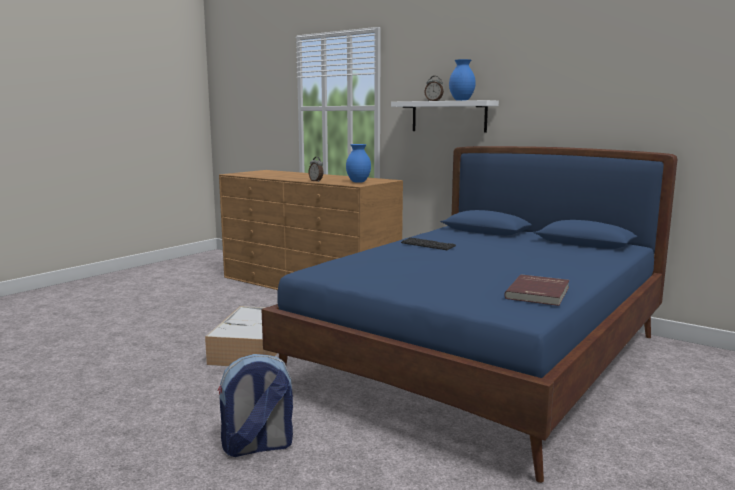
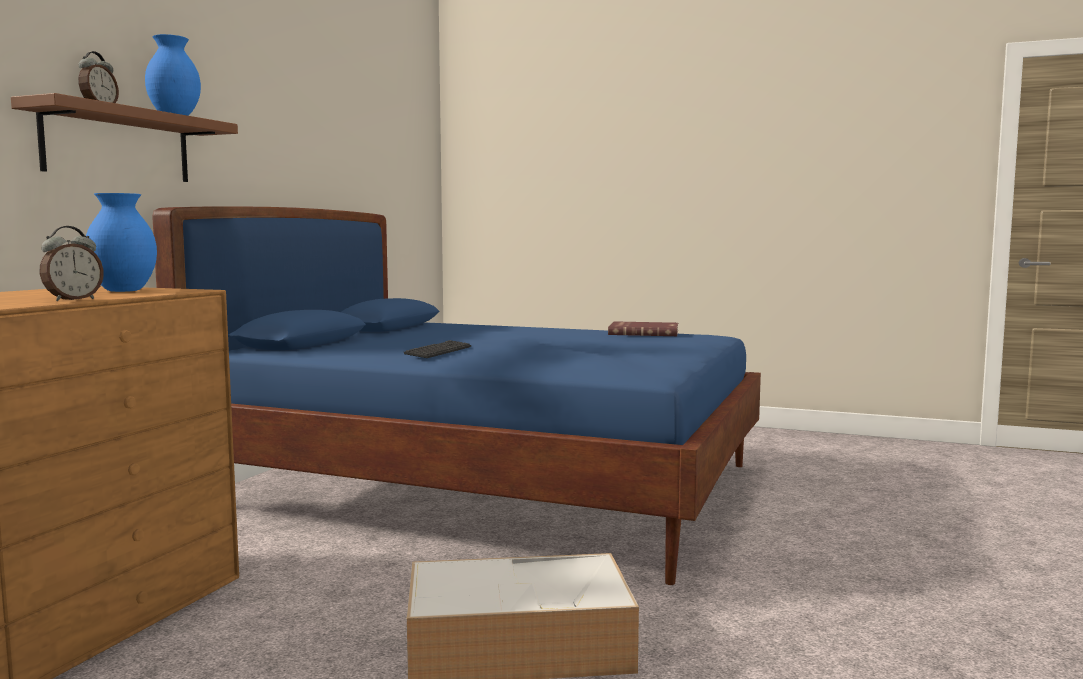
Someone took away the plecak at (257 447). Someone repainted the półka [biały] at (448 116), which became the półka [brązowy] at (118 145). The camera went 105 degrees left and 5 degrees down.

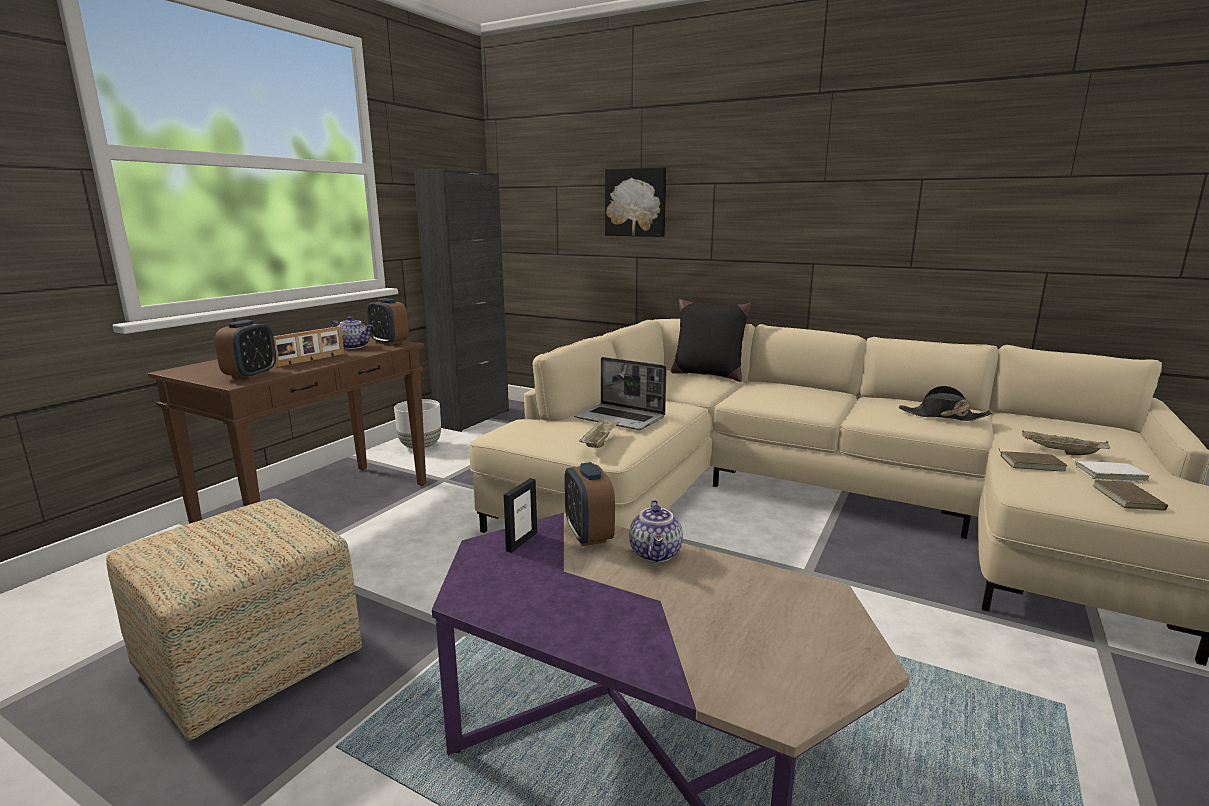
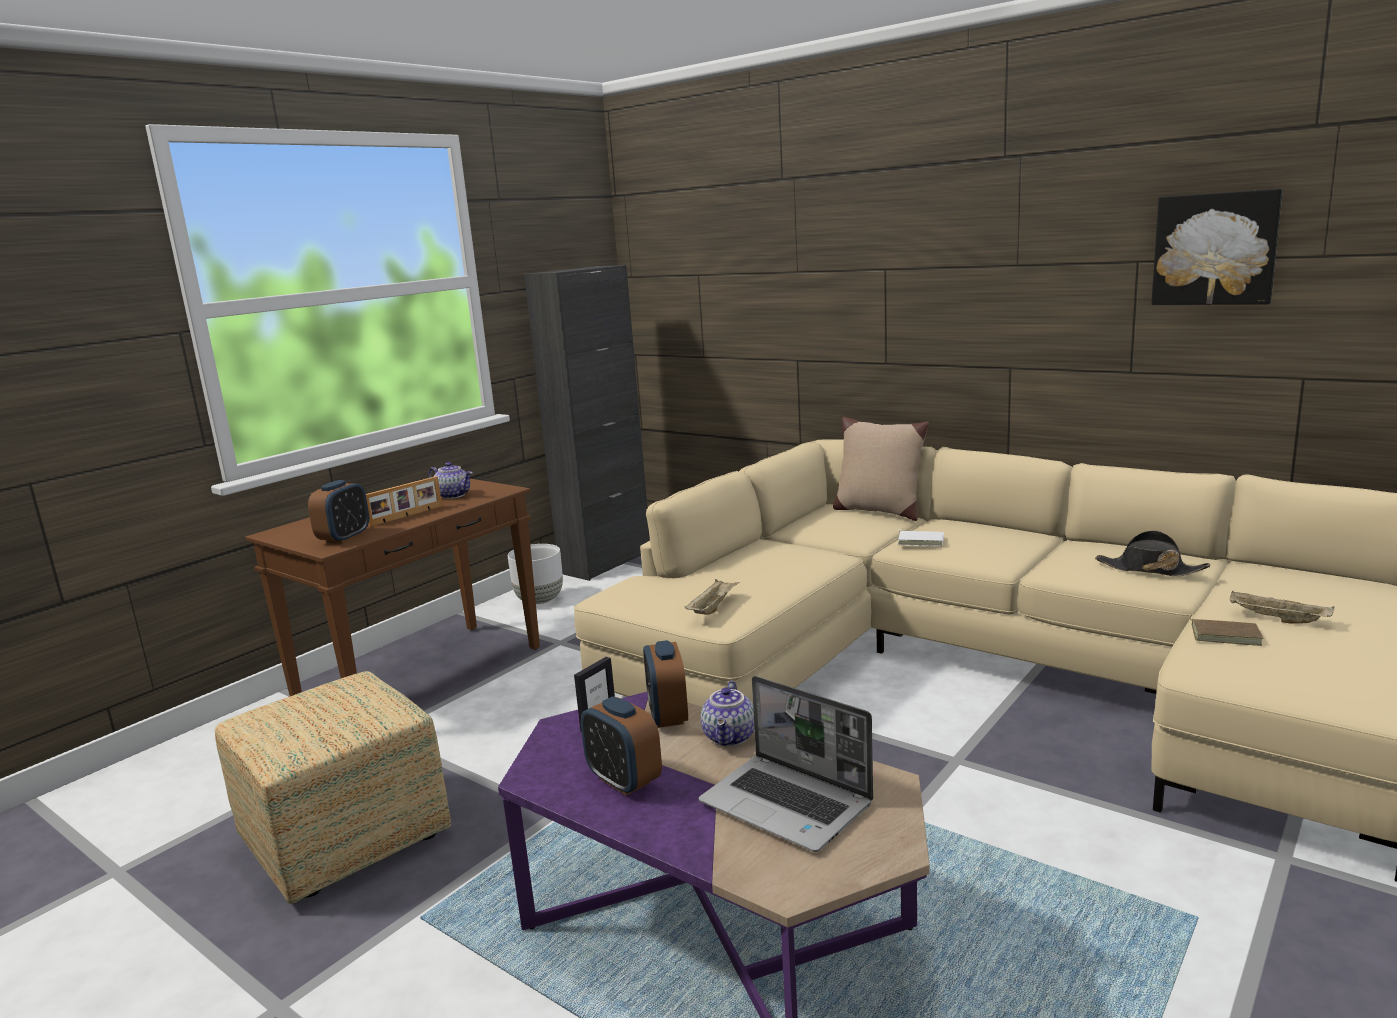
Someone took away the książka [brązowy] at (1130 498). Someone carried the budzik from (389 342) to (624 780). Someone carried the laptop from (621 418) to (788 804). Someone carried the obraz from (636 202) to (1215 249). Someone carried the książka [biały] from (1109 473) to (921 541). Someone repainted the poduszka [czarny] at (707 375), which became the poduszka [beżowy] at (878 511). The camera went 10 degrees right and 0 degrees up.

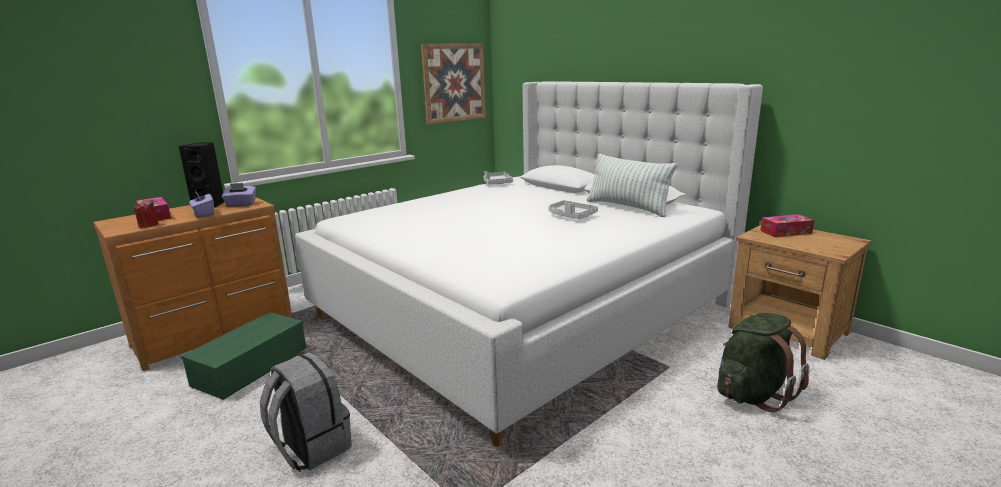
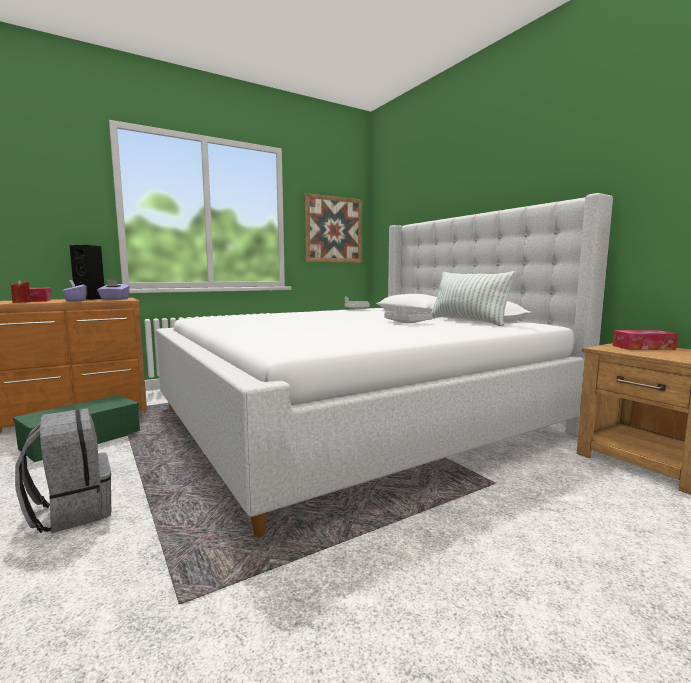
Someone took away the plecak [zielony] at (753 394). The camera went 10 degrees right and 10 degrees down.

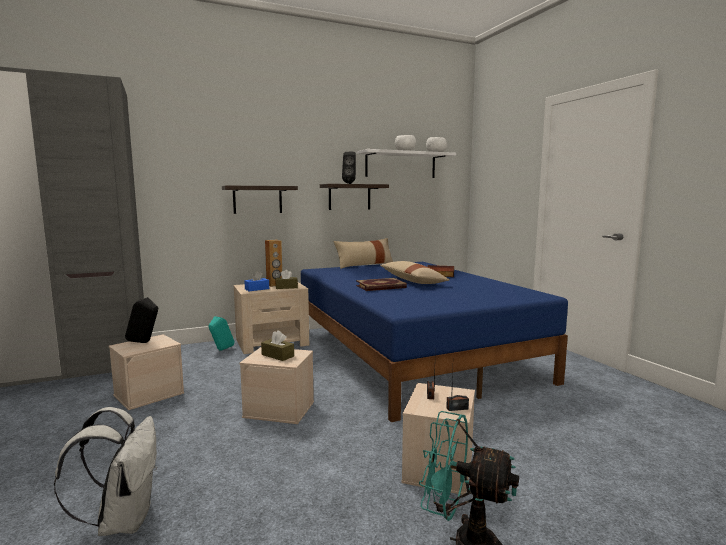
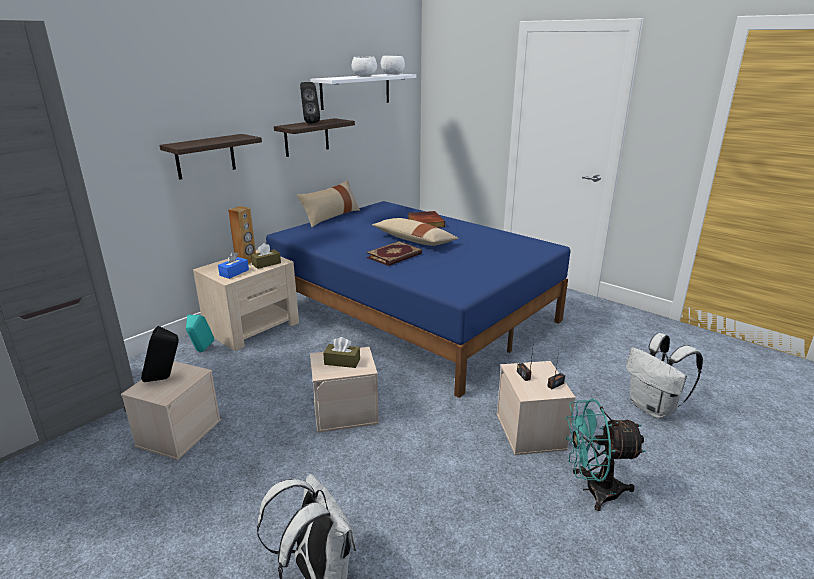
Someone put down the plecak [biały] at (654 408). The camera went 25 degrees left and 15 degrees up.

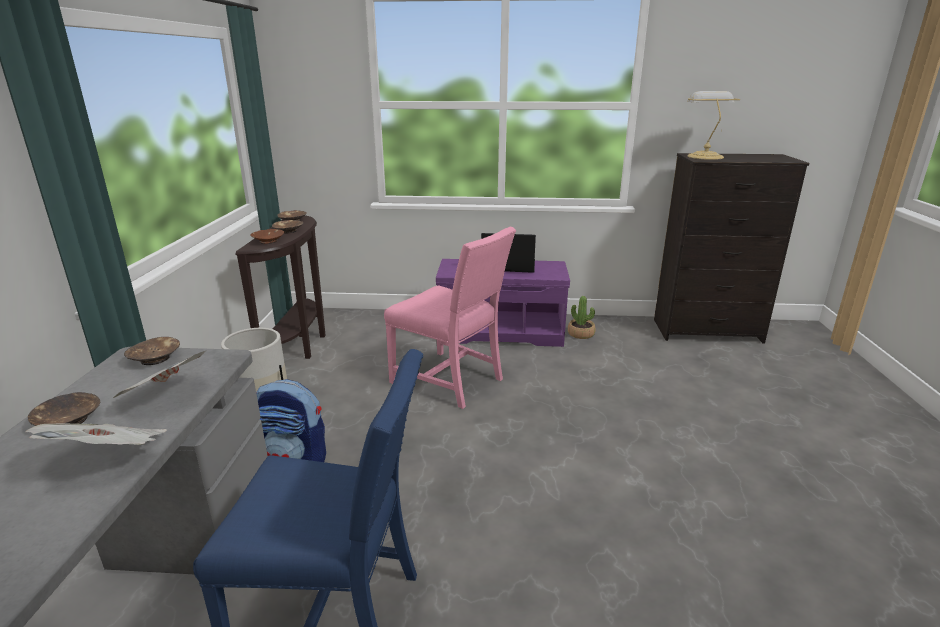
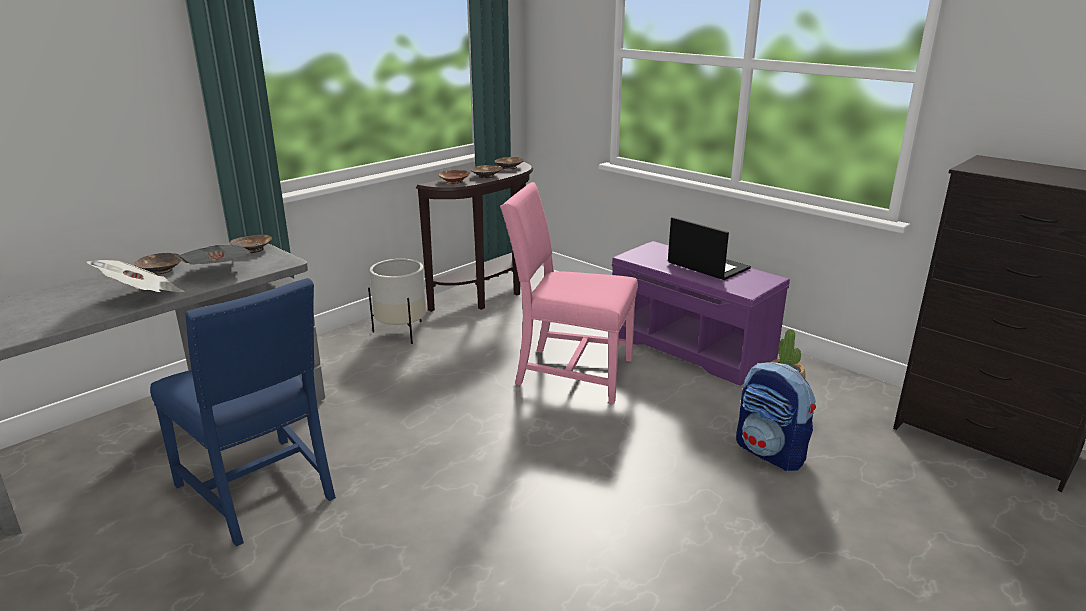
Someone took away the lampa stołowa at (704 156). Someone carried the plecak from (295 459) to (771 453). Someone rotated the krzesło [różowy] at (451 380) by 120 degrees clockwise. The camera went 40 degrees right and 0 degrees up.

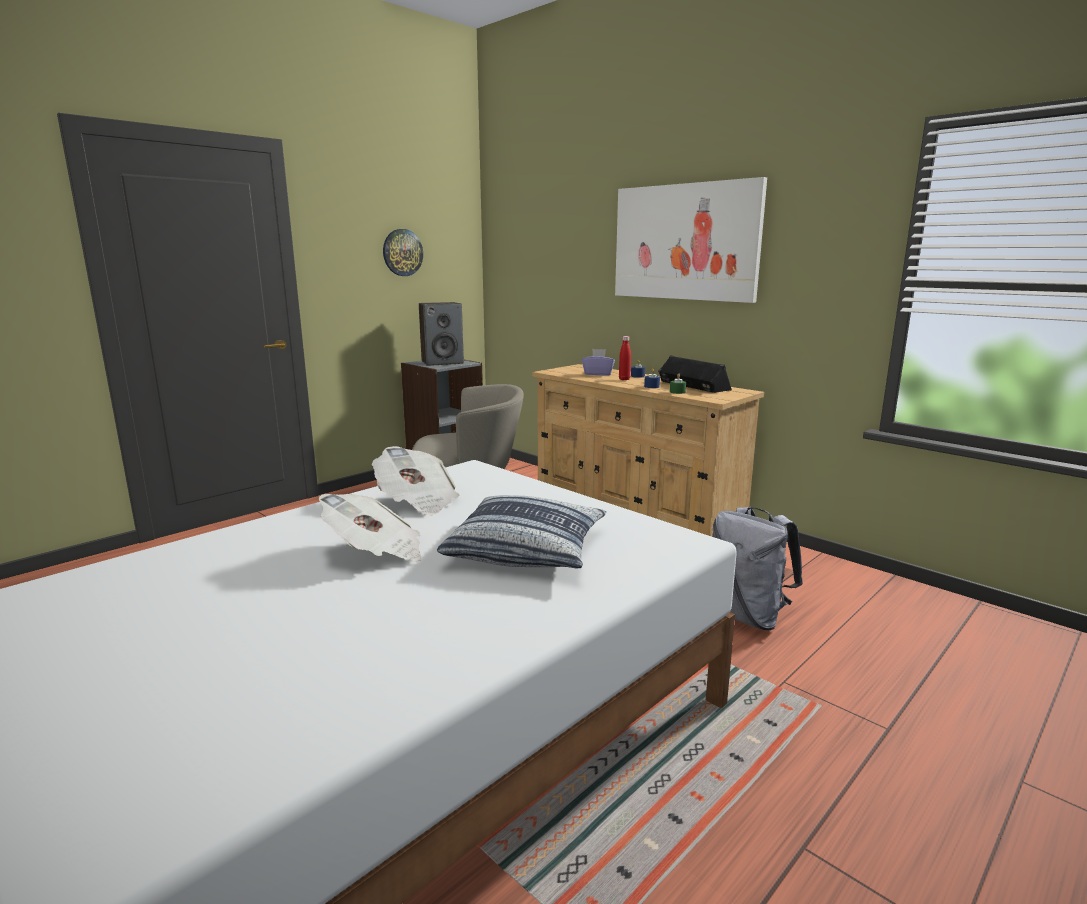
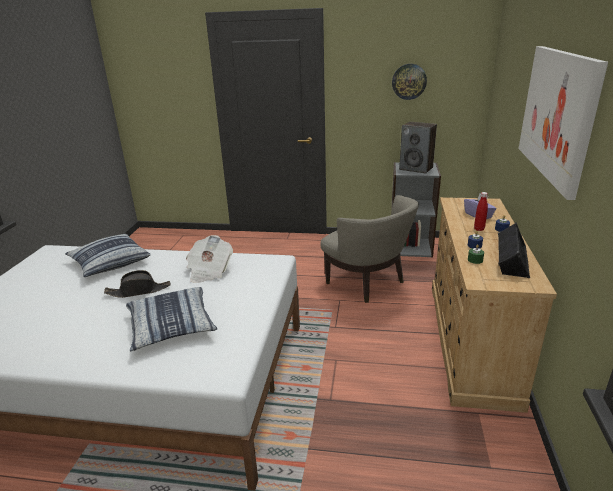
Someone took away the plecak [szary] at (748 616). Someone put down the poduszka at (109 262). Someone swapped the gazeta at (376 552) for the kapelusz [czarny] at (139 291). The camera went 55 degrees right and 10 degrees up.

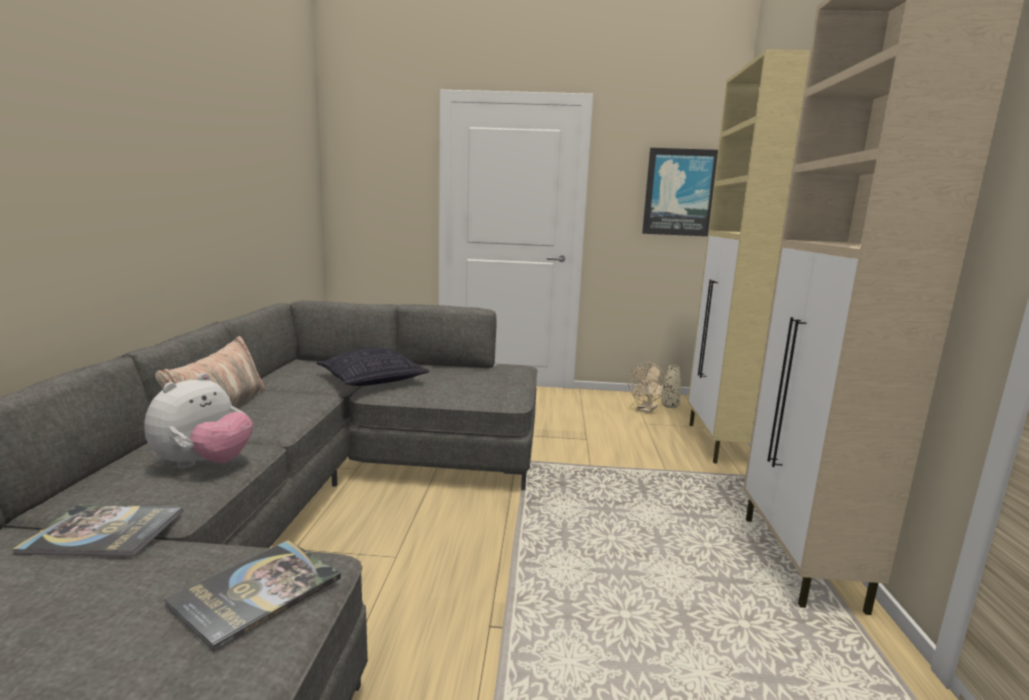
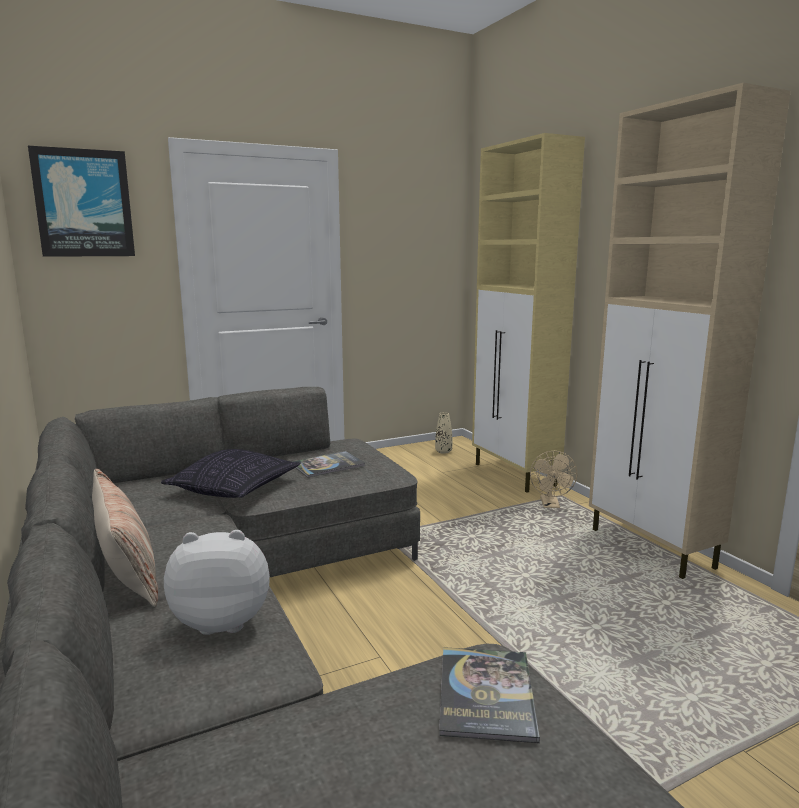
Someone carried the książka from (104 532) to (328 465). Someone carried the wentylator [beżowy] from (646 410) to (551 505). Someone carried the obraz from (680 192) to (84 203). Someone rotated the pluszak at (204 464) by 90 degrees counterclockwise. The camera went 30 degrees left and 0 degrees up.

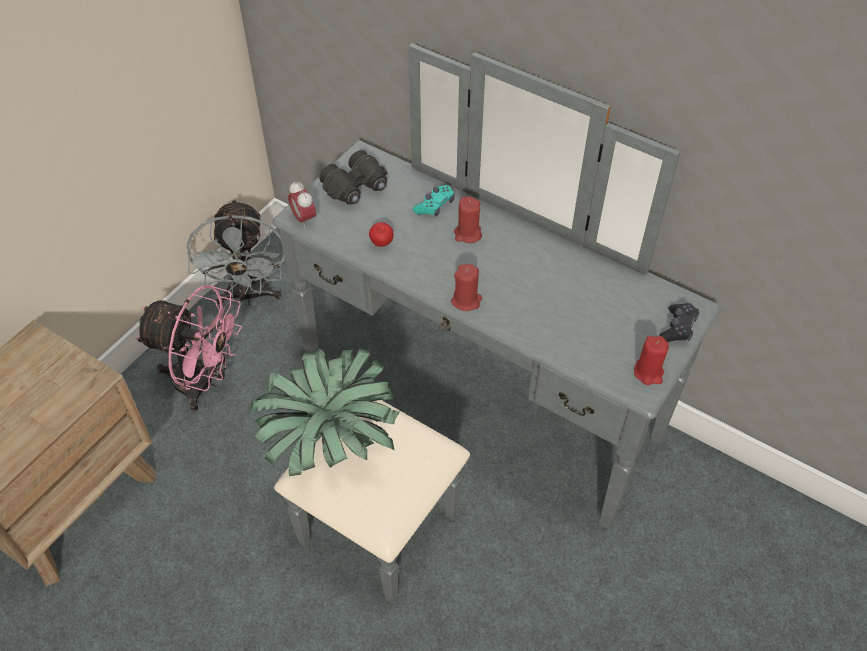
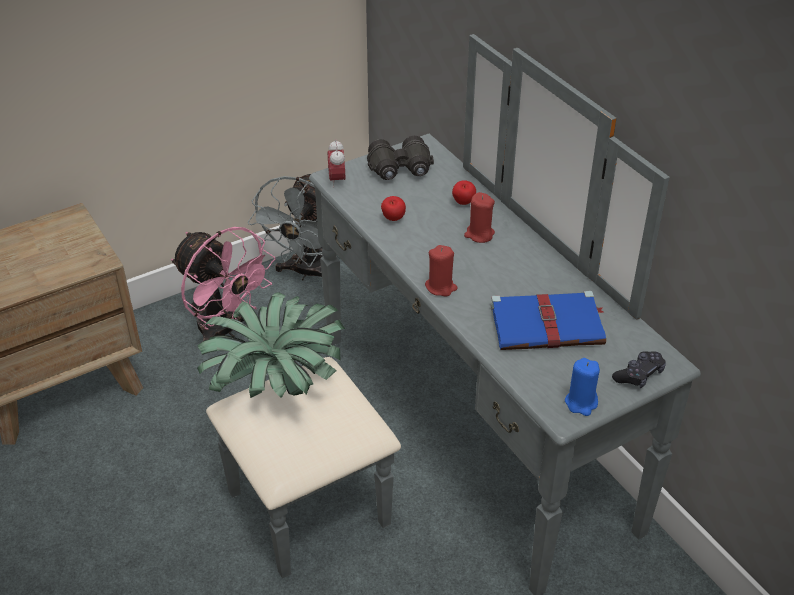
Someone put down the książka [niebieski] at (549 325). Someone swapped the pad do gier [turkusowy] at (435 206) for the jabłko at (463 203). Someone repainted the świeca [czerwony] at (648 372), which became the świeca [niebieski] at (581 403). The camera went 25 degrees right and 10 degrees down.

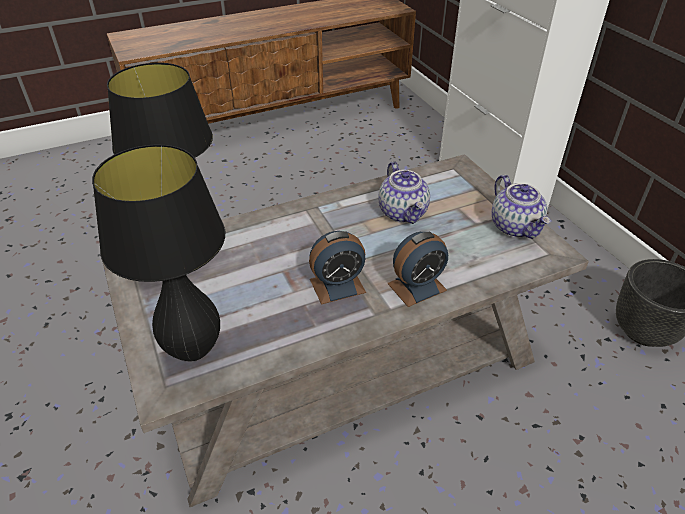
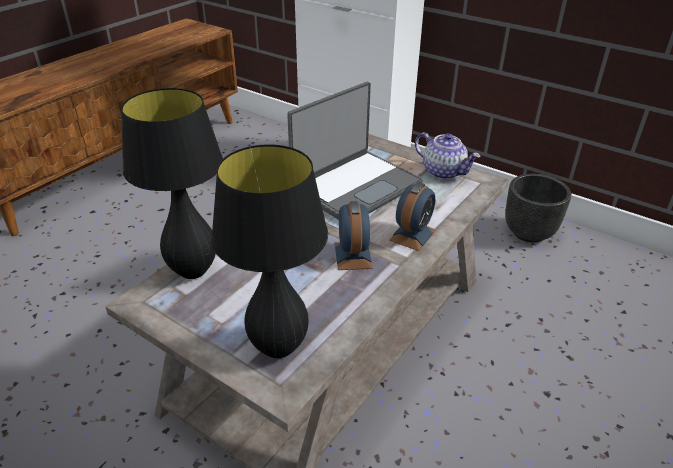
Someone swapped the imbryk at (403 213) for the laptop at (355 186). Someone rotated the budzik at (337 286) by 45 degrees counterclockwise. The camera went 30 degrees left and 5 degrees down.

